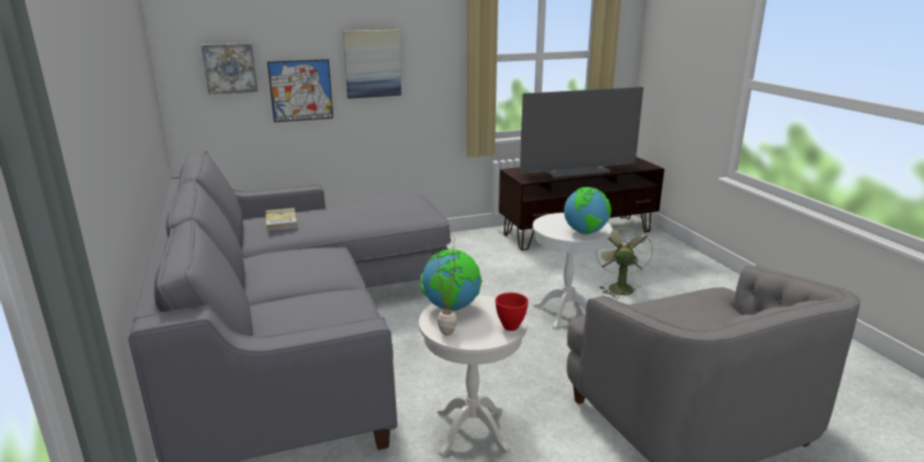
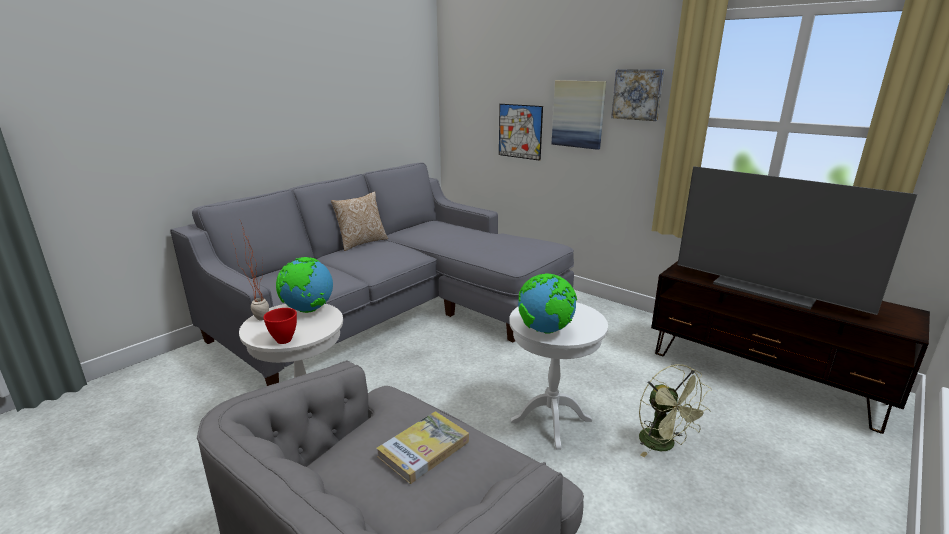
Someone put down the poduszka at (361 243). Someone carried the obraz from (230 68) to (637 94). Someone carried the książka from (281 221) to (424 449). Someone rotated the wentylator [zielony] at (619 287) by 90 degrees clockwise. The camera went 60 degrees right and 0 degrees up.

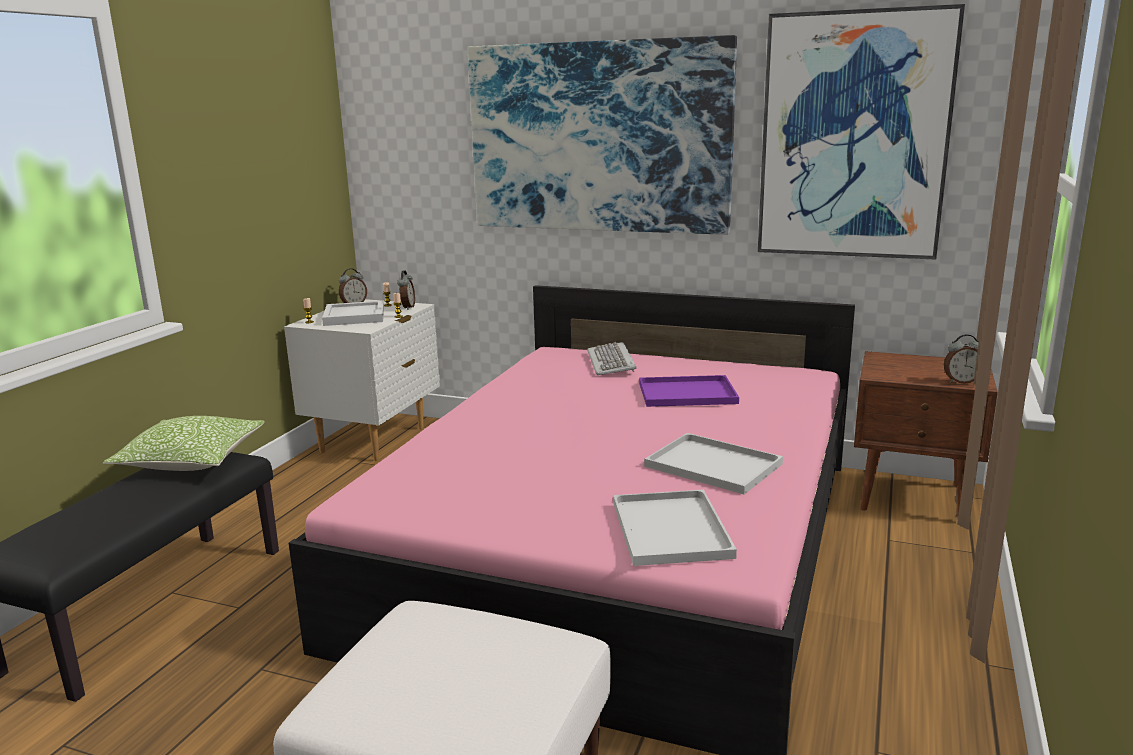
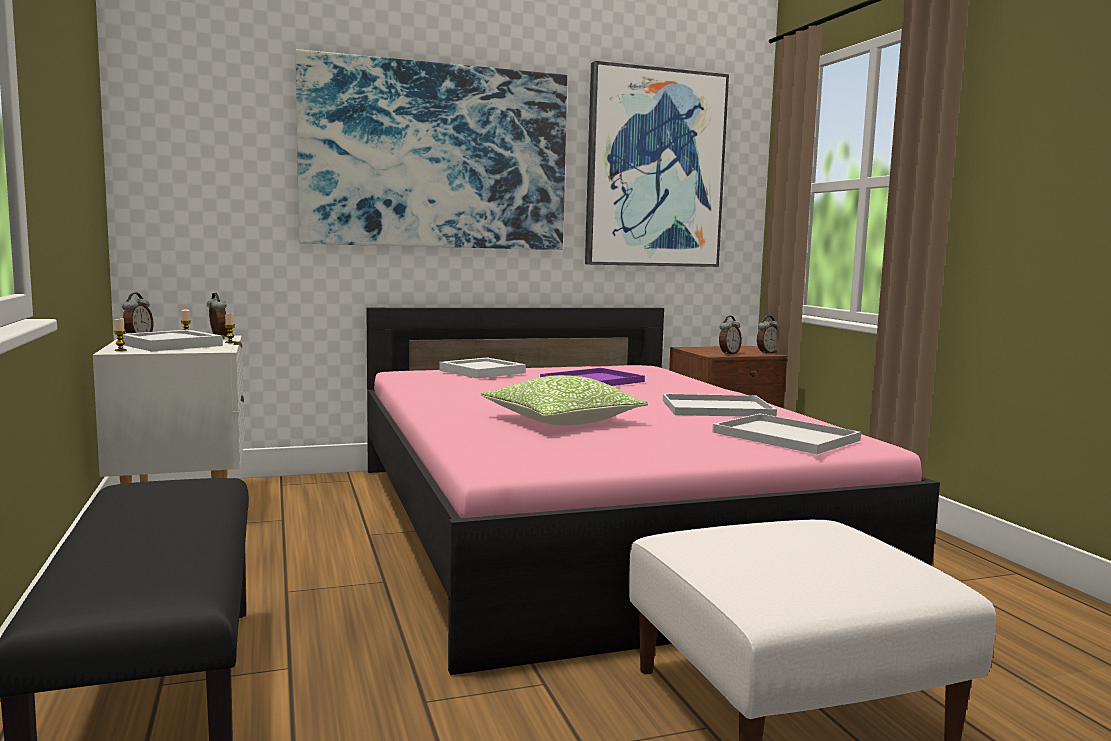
Someone put down the budzik at (728 354). Someone carried the poduszka from (191 460) to (562 421). Someone swapped the klawiatura at (612 362) for the taca [biały] at (483 371). The camera went 40 degrees left and 10 degrees down.

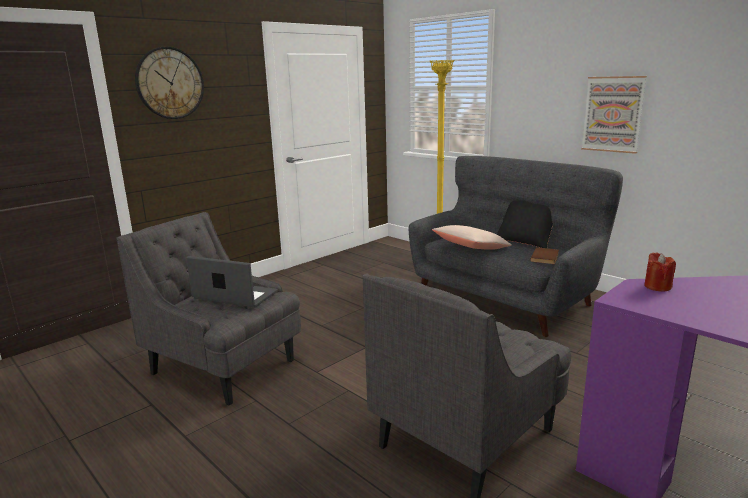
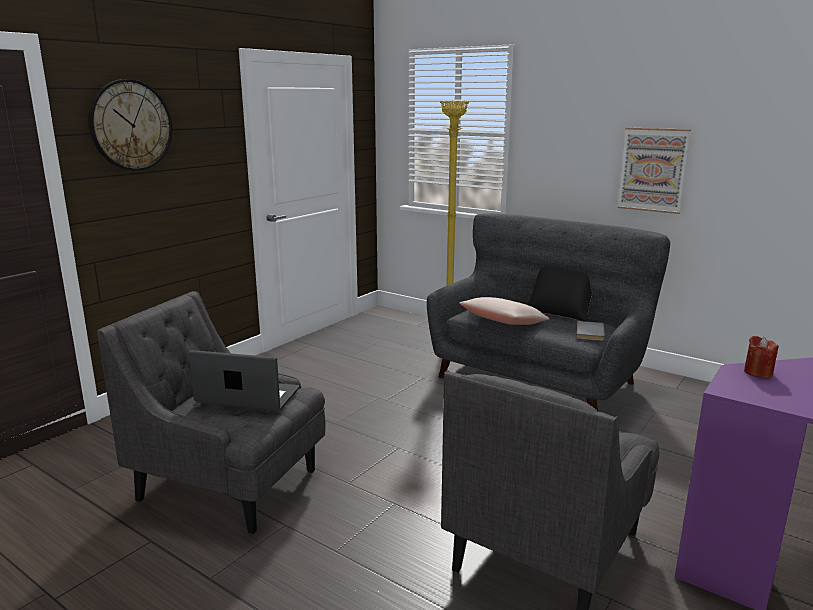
Someone repainted the książka [brązowy] at (546 257), which became the książka [szary] at (591 333). The camera went 10 degrees left and 0 degrees up.

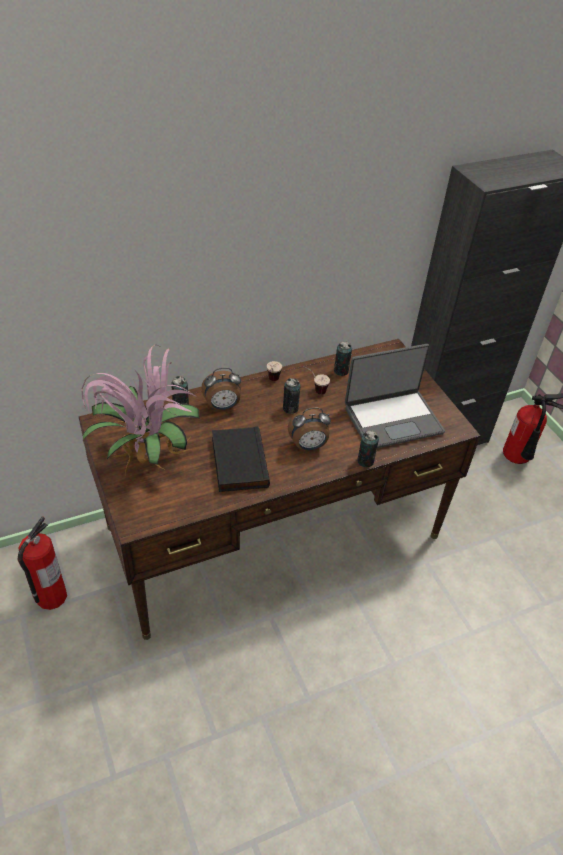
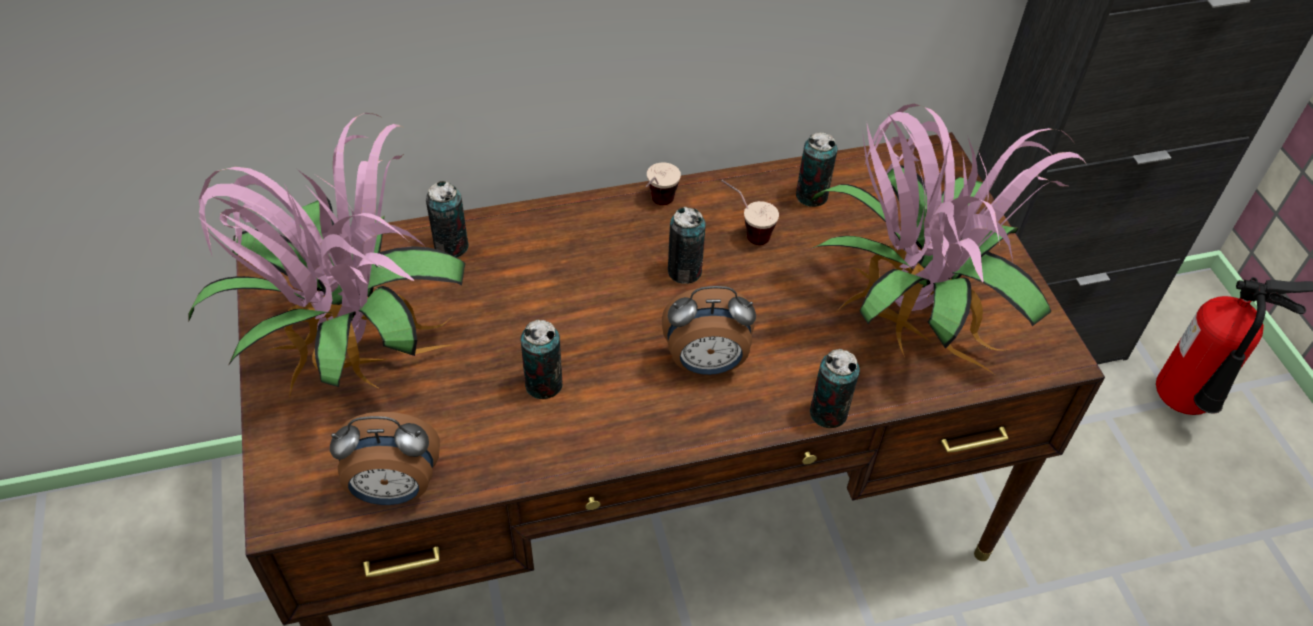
Someone took away the gaśnica at (51 597). Someone carried the budzik from (222 407) to (394 490). Someone swapped the książka [czarny] at (237 462) for the puszka at (543 384). Someone swapped the laptop at (392 419) for the roślina doniczkowa at (907 318). The camera went 10 degrees right and 5 degrees up.

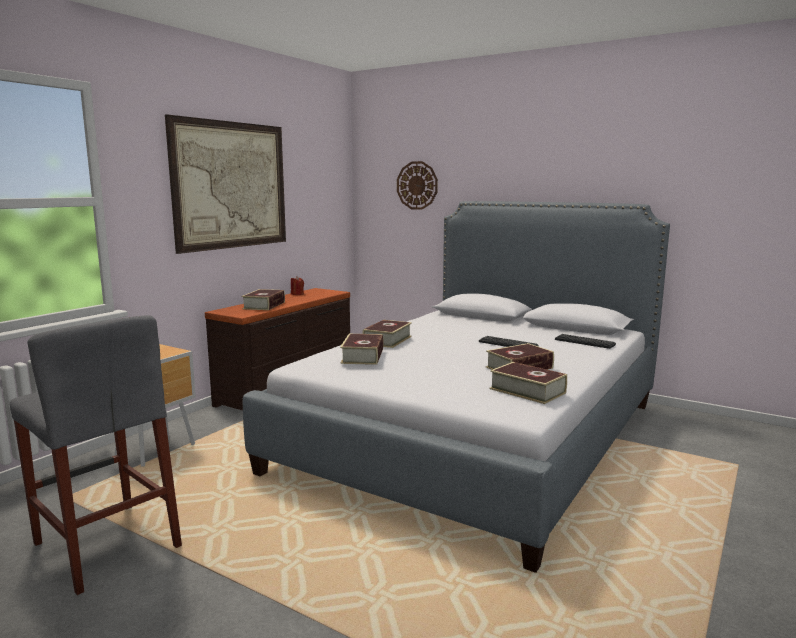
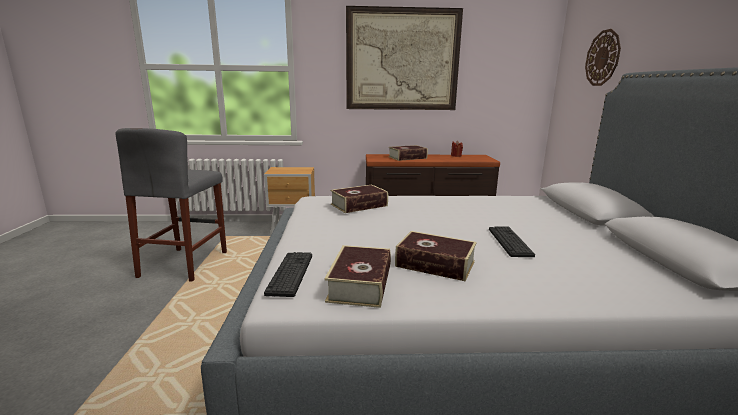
Someone took away the książka at (387 340). Someone carried the klawiatura from (584 342) to (290 274). The camera went 55 degrees right and 5 degrees up.

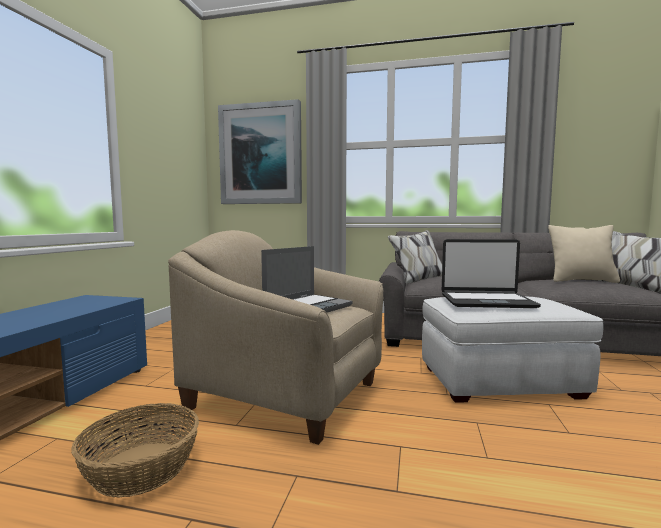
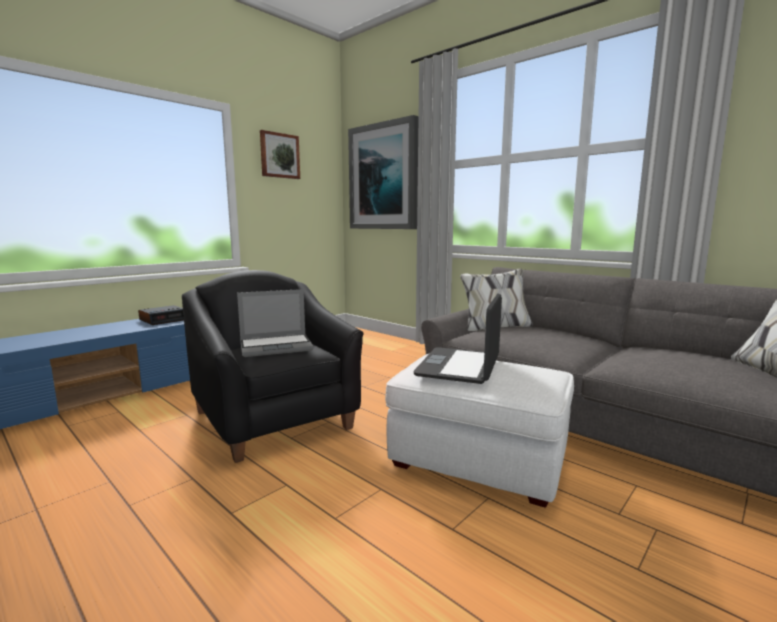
Someone took away the koszyk at (142 467). Someone took away the poduszka [beżowy] at (581 280). Someone put down the budzik at (163 320). Someone put up the obraz at (279 155). Someone repainted the fotel [beżowy] at (287 395), which became the fotel [czarny] at (275 420). Someone rotated the laptop at (486 301) by 75 degrees clockwise. The camera went 30 degrees right and 5 degrees up.

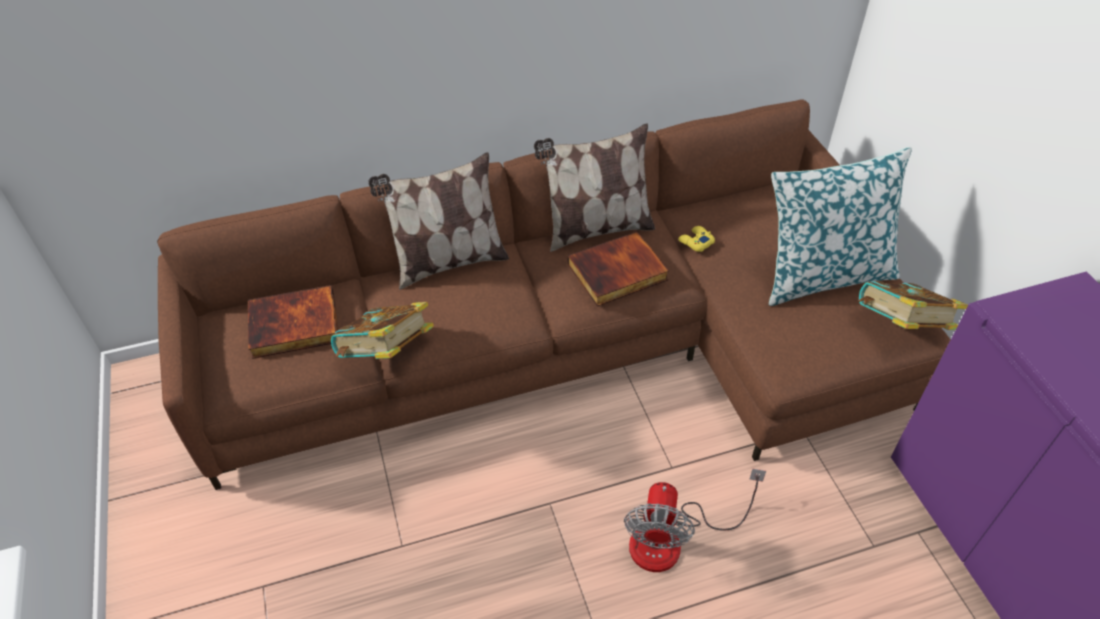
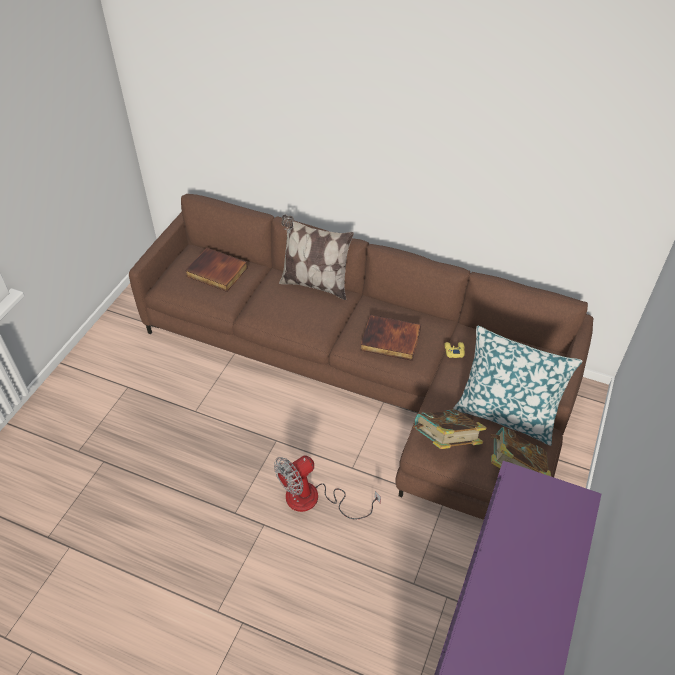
Someone took away the poduszka at (595 229). Someone carried the książka from (387 354) to (446 442). The camera went 40 degrees right and 0 degrees up.

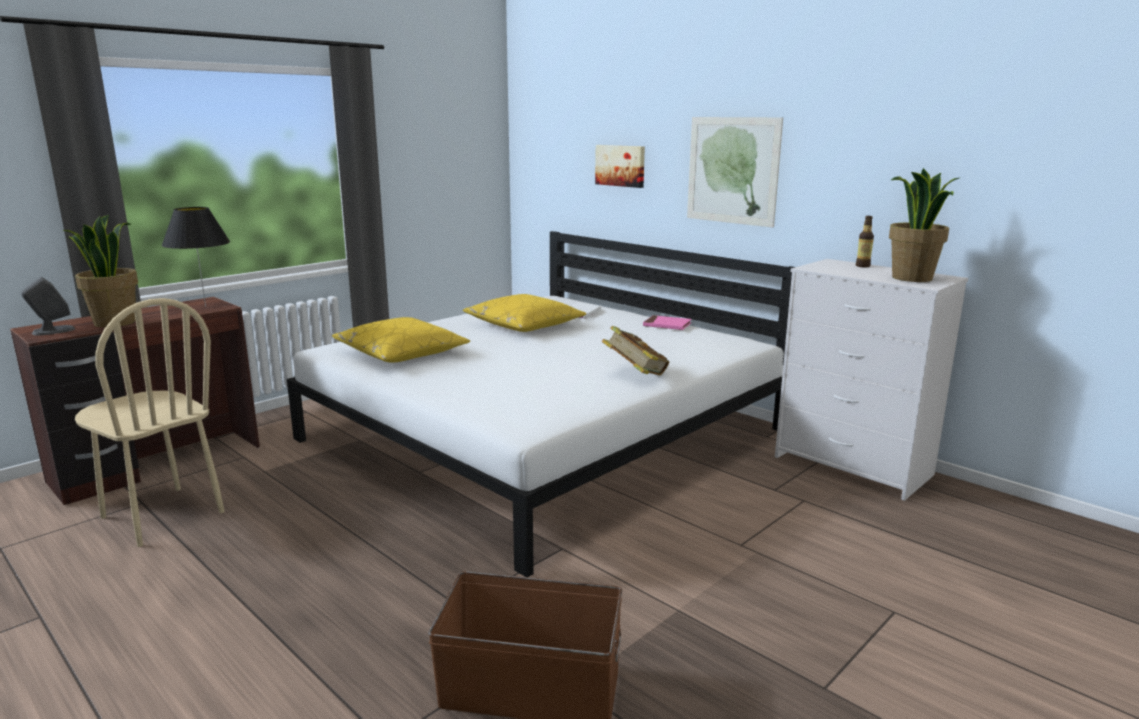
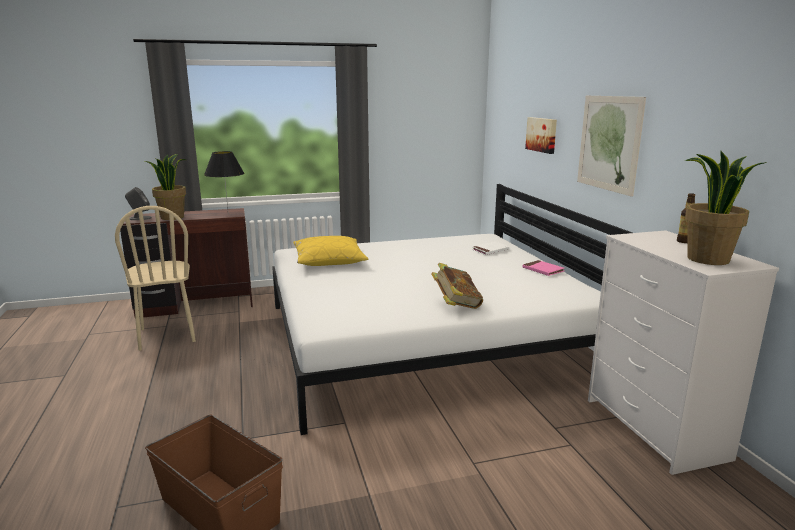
Someone took away the poduszka [żółty] at (524 325). The camera went 30 degrees right and 0 degrees up.

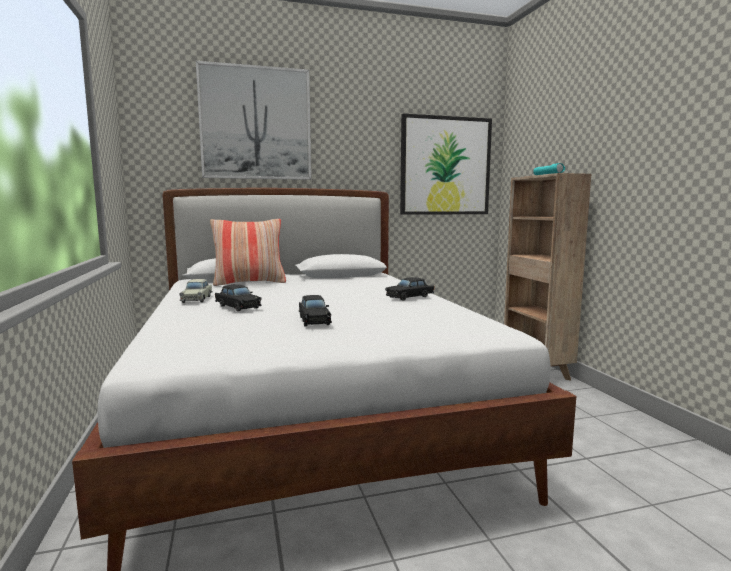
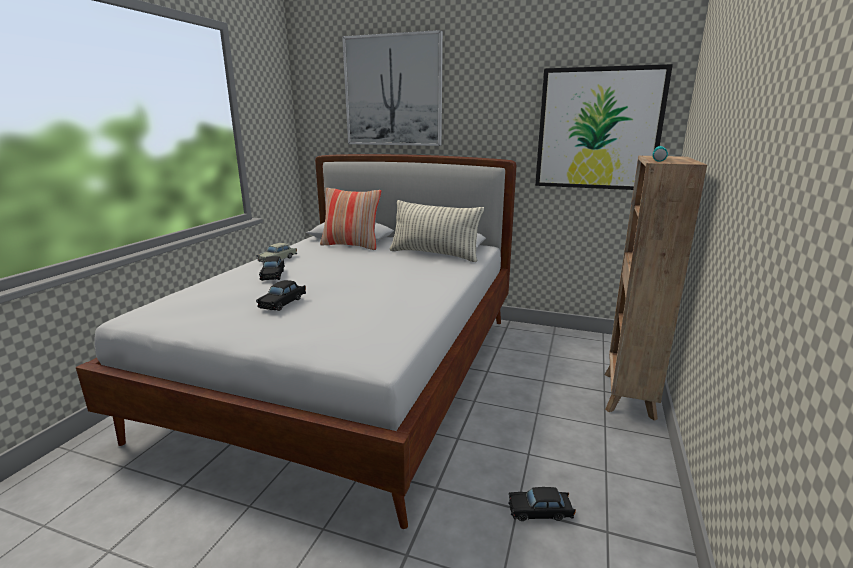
Someone put down the poduszka at (434 254). Someone carried the samochodzik [czarny] from (410 297) to (540 511). The camera went 35 degrees right and 10 degrees up.

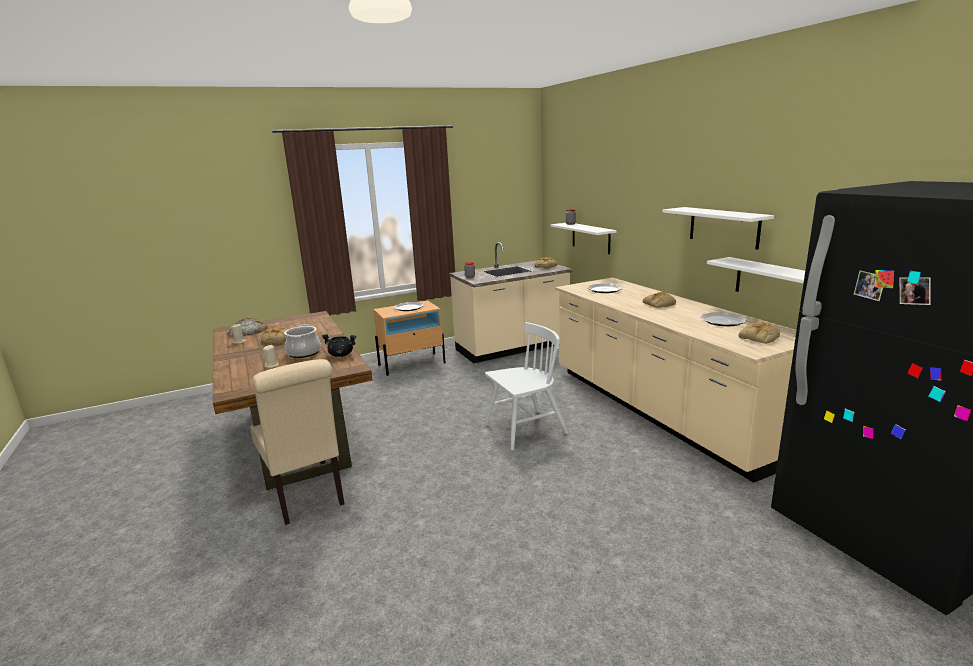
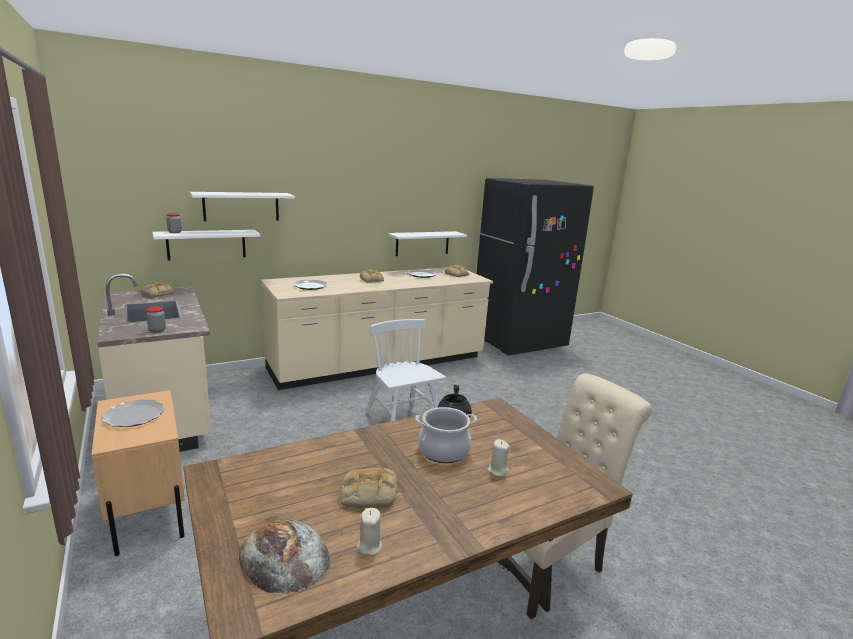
Someone carried the półka [biały] from (723 227) to (241 206). The camera went 95 degrees left and 0 degrees up.

